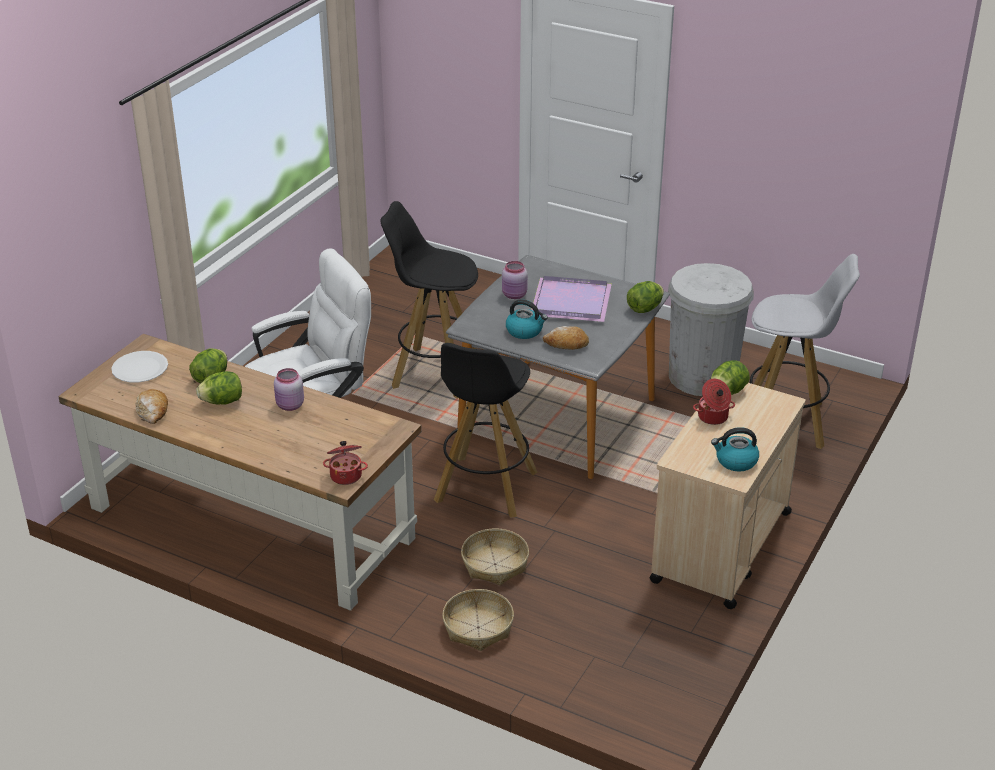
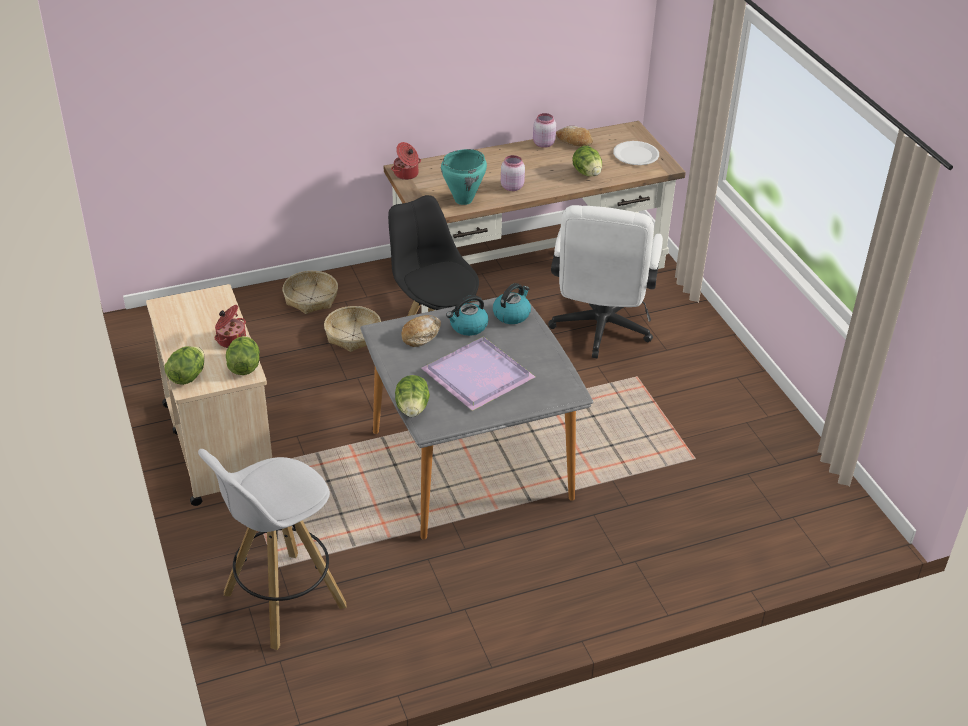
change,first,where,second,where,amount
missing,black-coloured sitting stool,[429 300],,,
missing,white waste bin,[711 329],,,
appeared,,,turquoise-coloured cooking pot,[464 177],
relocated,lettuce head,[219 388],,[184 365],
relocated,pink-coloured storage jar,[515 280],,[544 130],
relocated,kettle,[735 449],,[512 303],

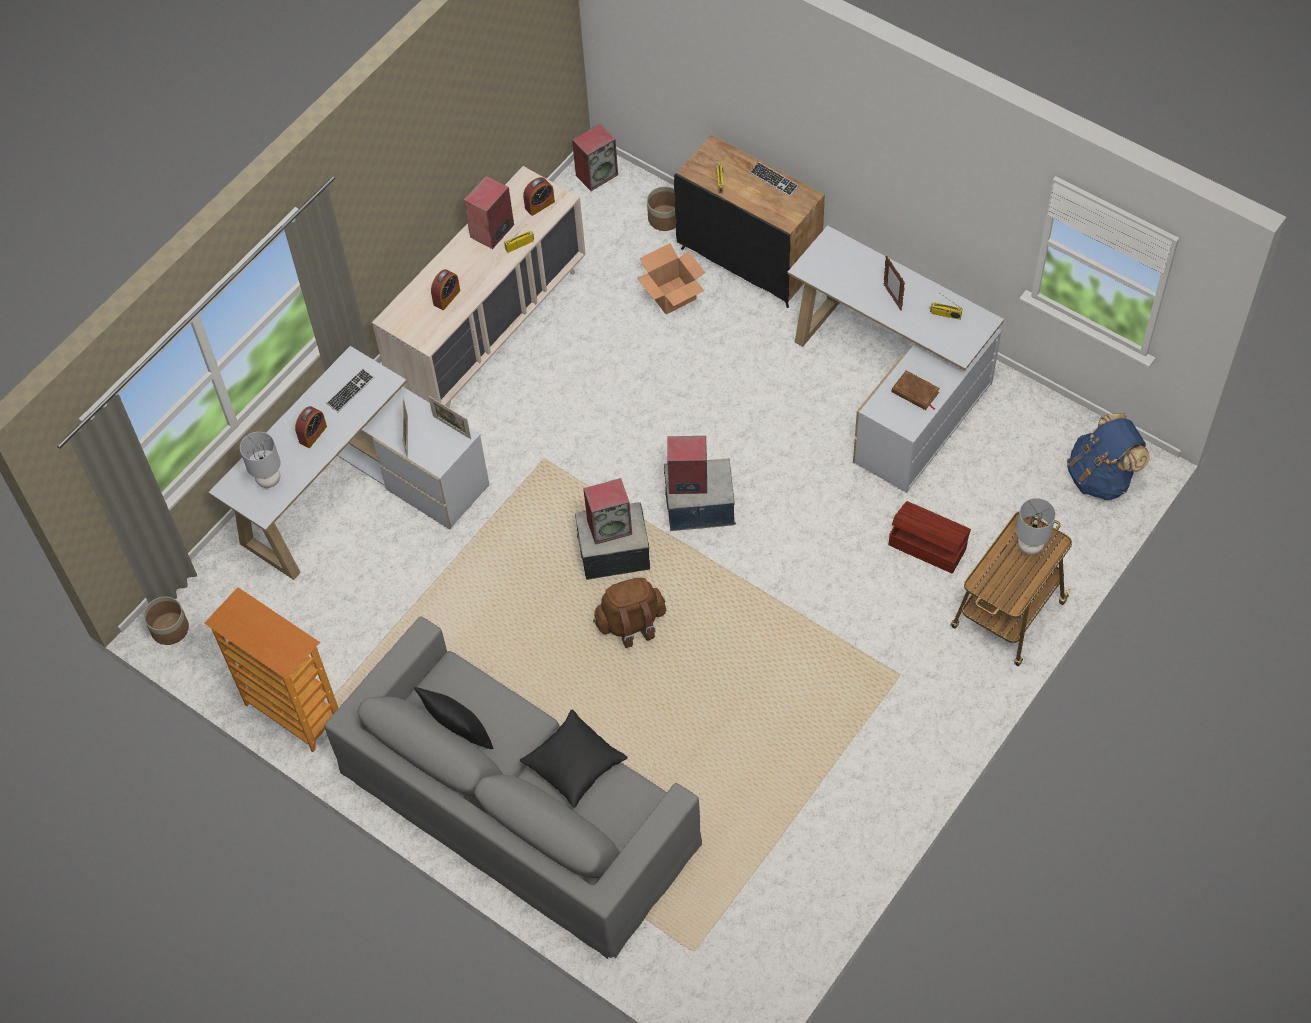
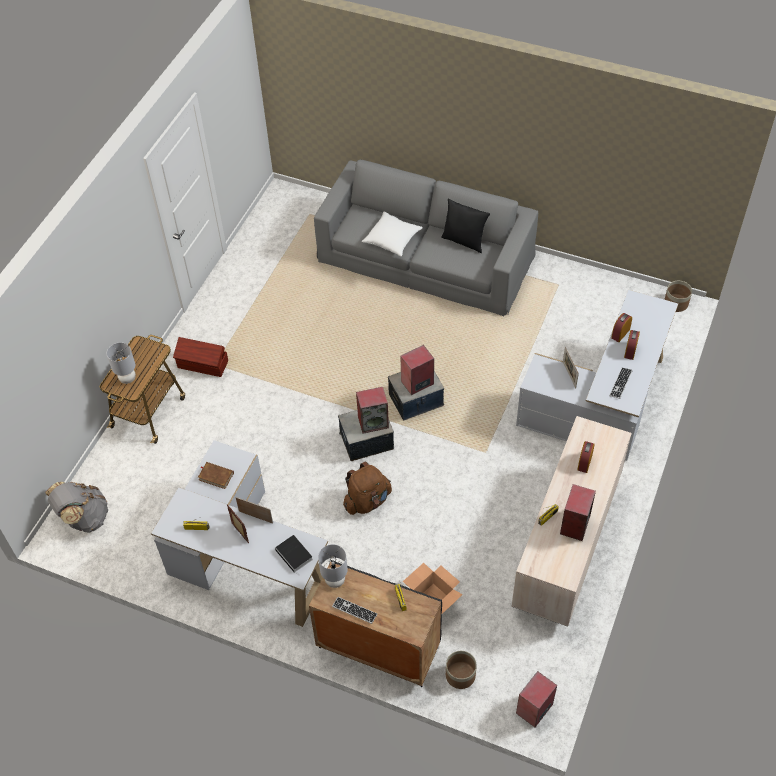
change,first,where,second,where,amount
missing,bookcase,[271 669],,,
appeared,,,book,[294 555],
relocated,greyish table lamp,[260 460],,[333 566],
relocated,picture frame,[450 417],,[254 510],
relocated,alarm clock,[539 196],,[621 327],
relocated,brown-coloured rucksack,[629 613],,[367 488],
relocated,brown-coloured storage container,[930 537],,[200 357],
colour,black-coloured throw pillow,[574 759],white throw pillow,[392 234],
colour,bluish rucksack,[1108 457],greyish rucksack,[76 507],

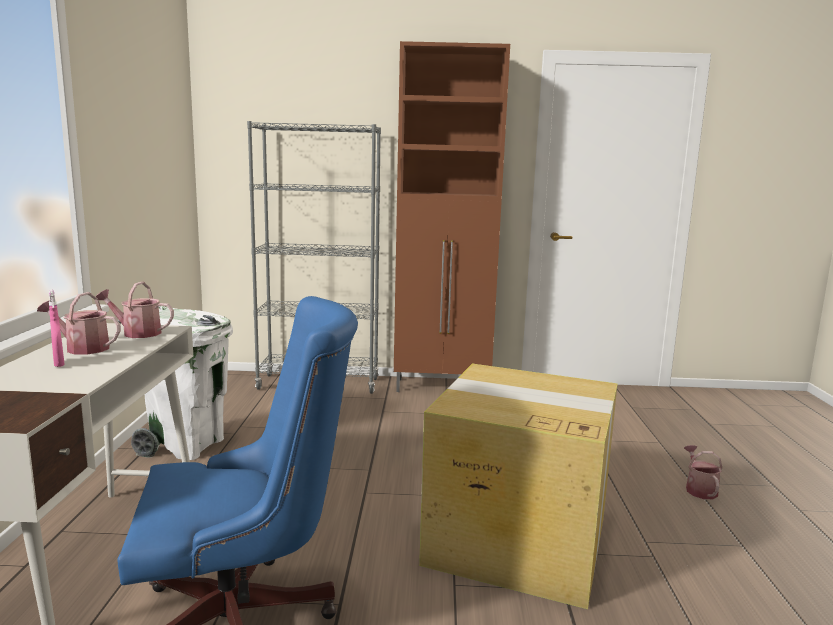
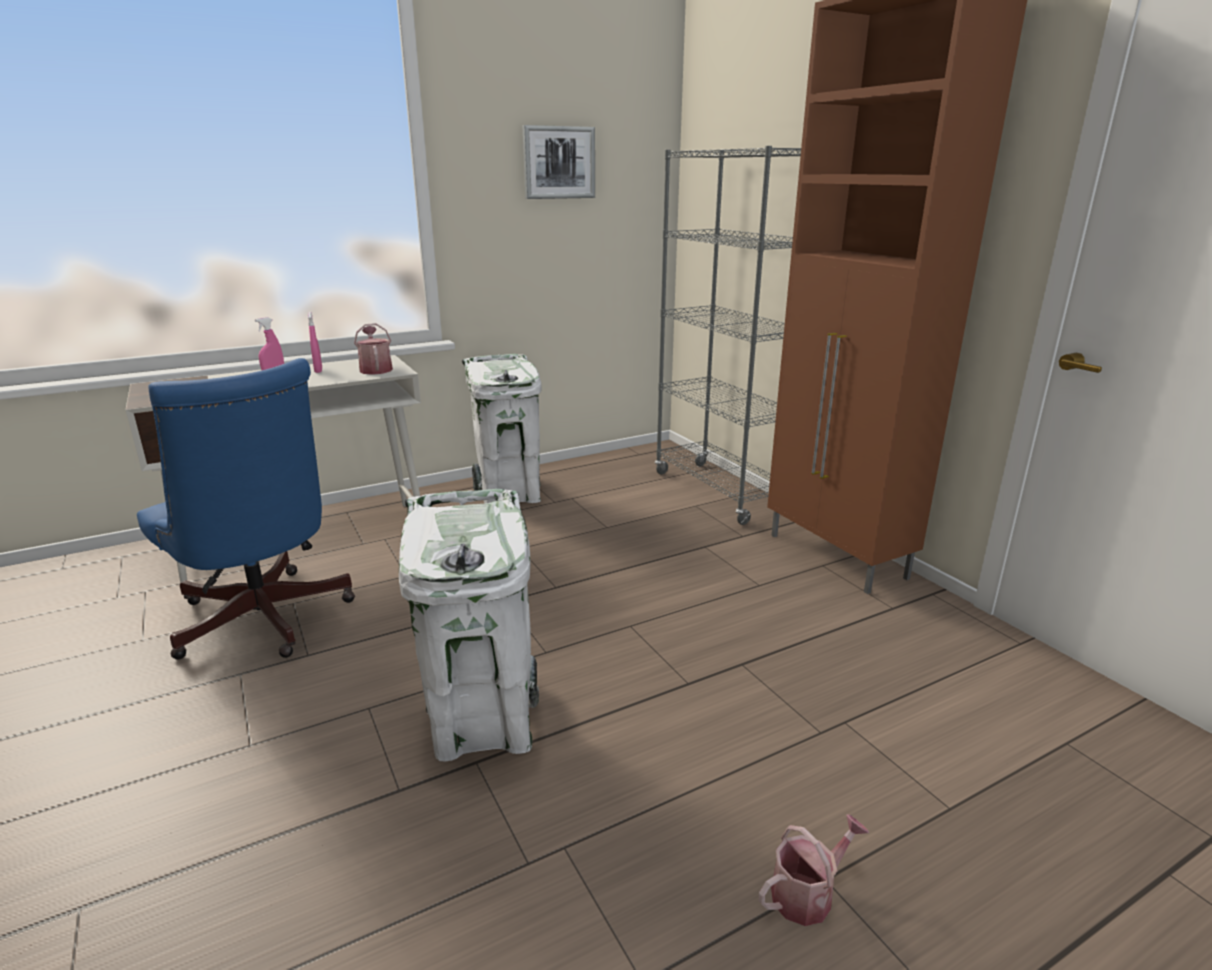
change,first,where,second,where,amount
appeared,,,picture,[559 162],
exchanged,sprinkling can,[79 323],pink-coloured hand sprayer,[315 342],
exchanged,cardboard box,[518 486],white waste bin,[469 625],

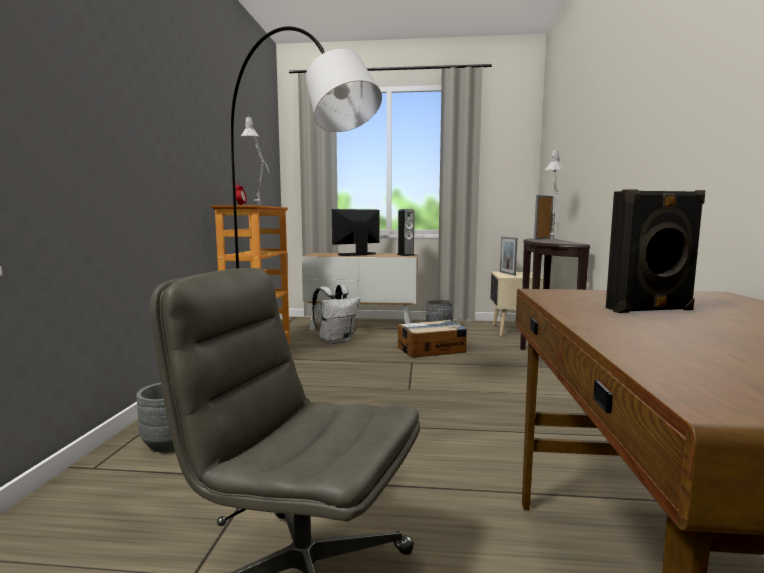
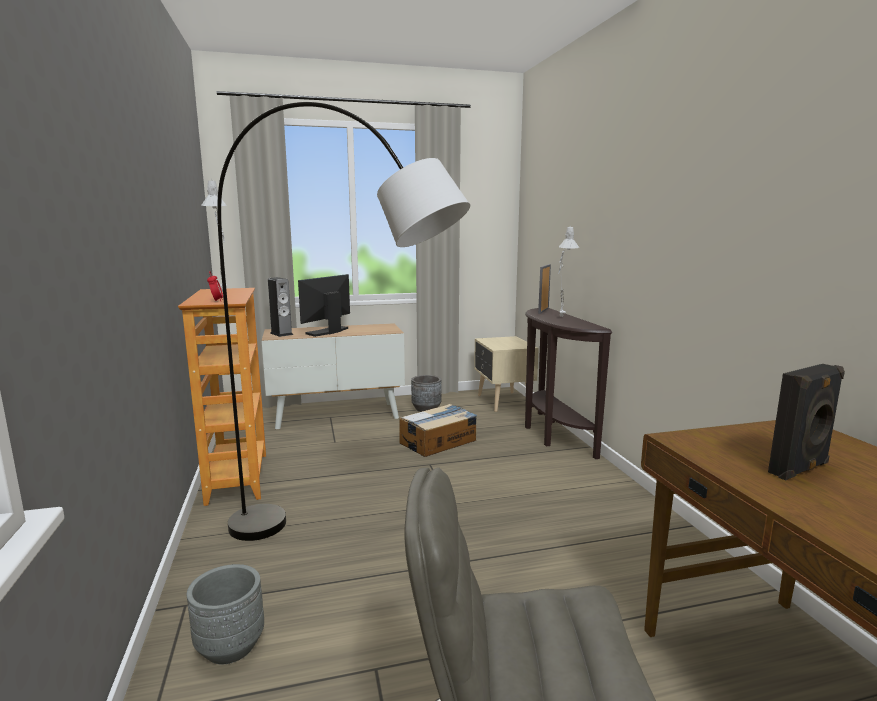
change,first,where,second,where,amount
missing,white rucksack,[336 314],,,
missing,picture frame,[508 256],,,
relocated,audio speaker,[406 232],,[280 307],

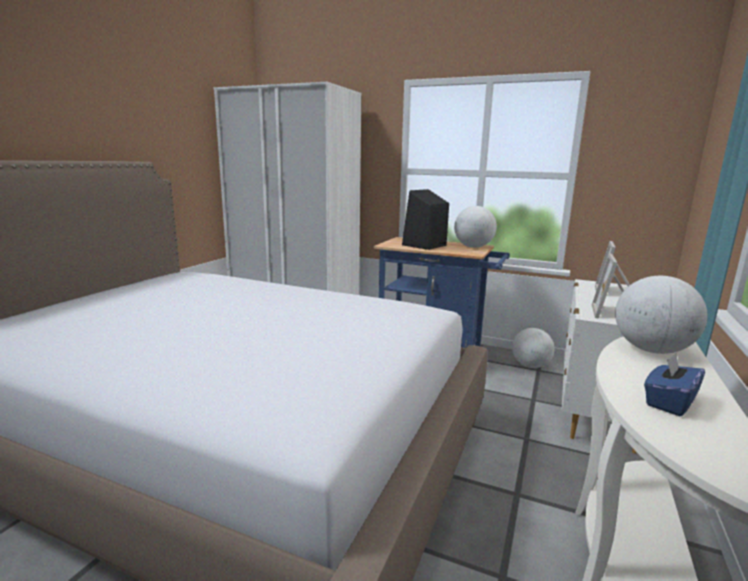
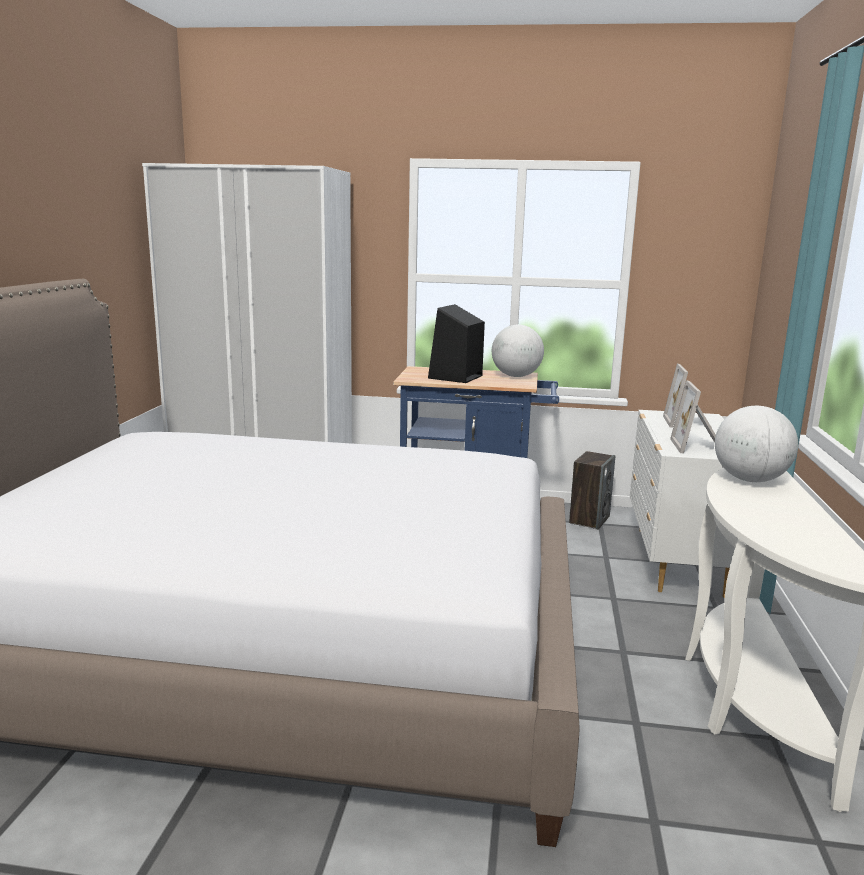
change,first,where,second,where,amount
missing,bluish tissue holder,[674 384],,,
exchanged,globe,[533 348],audio speaker,[592 490],

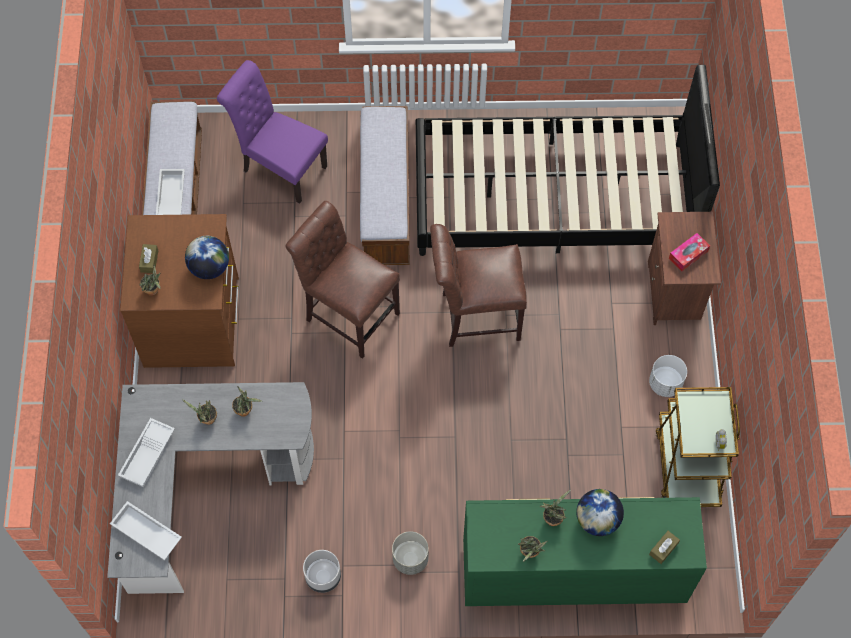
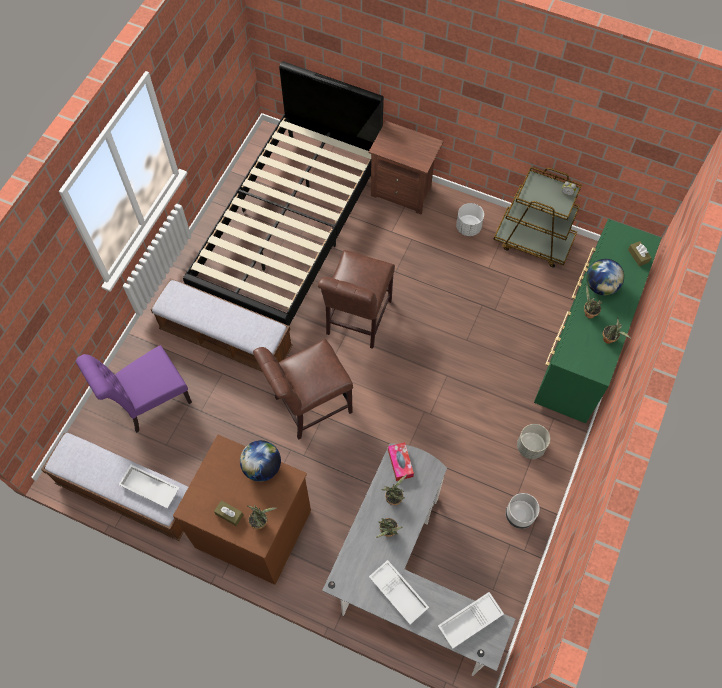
change,first,where,second,where,amount
relocated,tissue holder,[689 252],,[401 461],

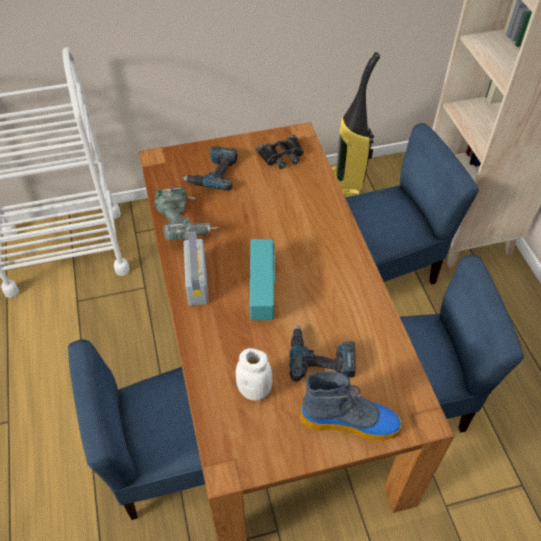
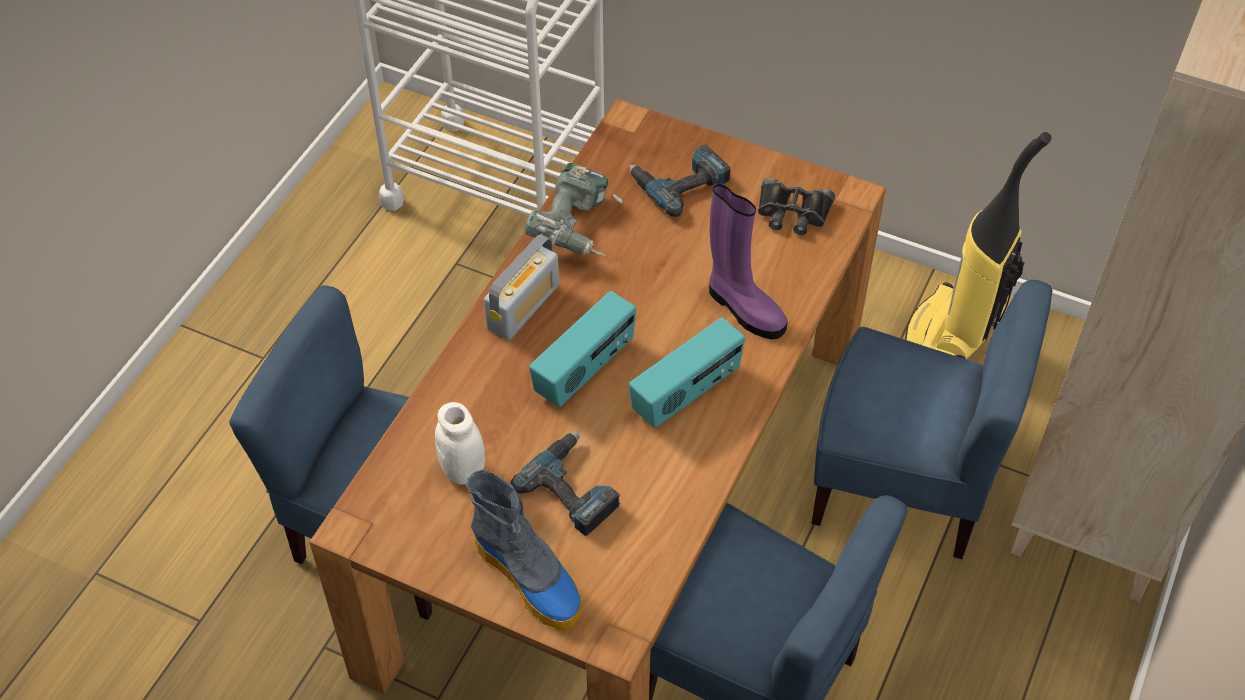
change,first,where,second,where,amount
appeared,,,radio,[687 372],
appeared,,,purple boot,[748 261],

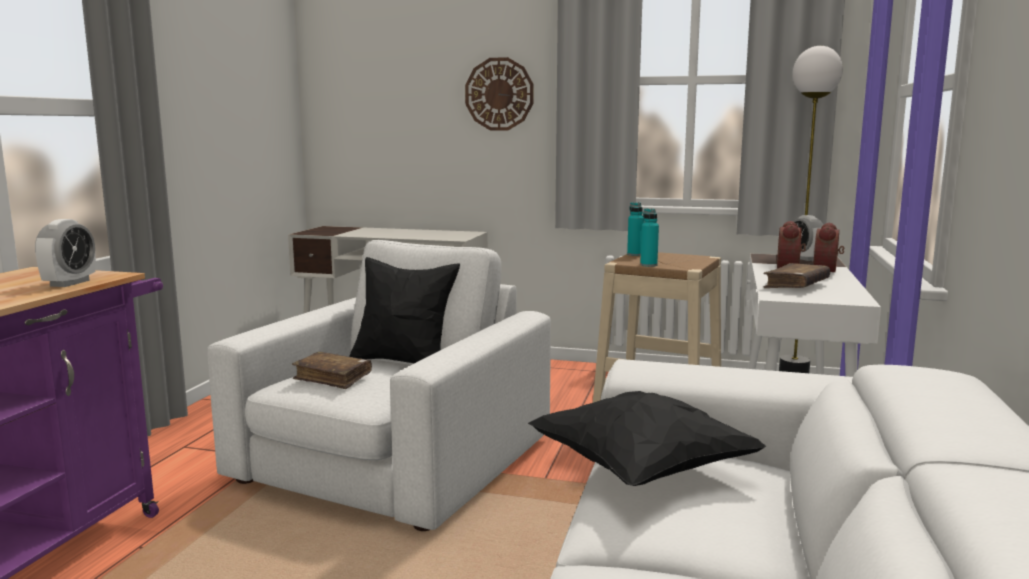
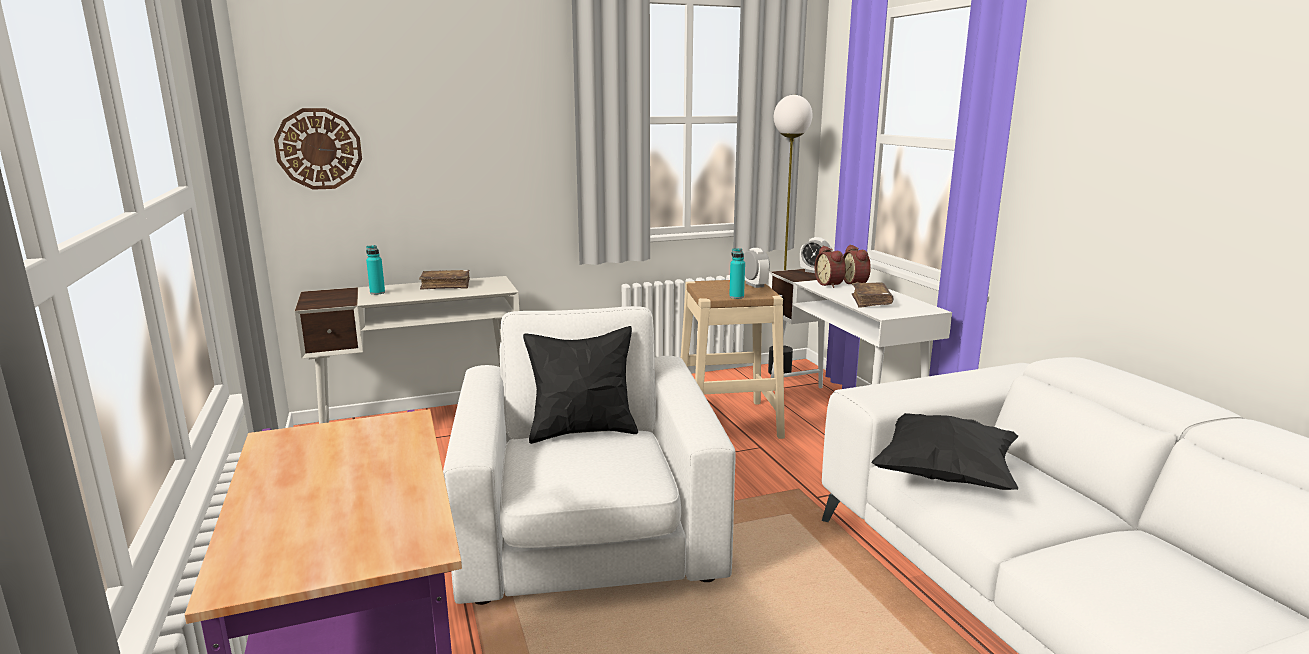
change,first,where,second,where,amount
relocated,alarm clock,[65 253],,[756 268],
relocated,brown-coloured book,[332 370],,[444 279],
relocated,hanging clock,[499 93],,[318 149],
relocated,turquoise-coloured drink bottle,[635 229],,[375 270],

